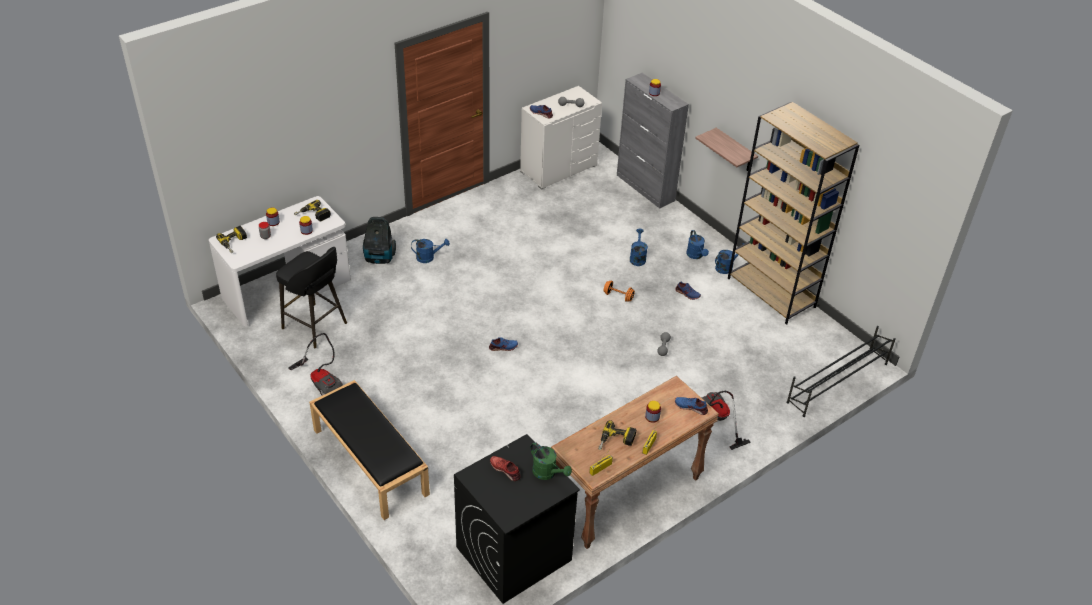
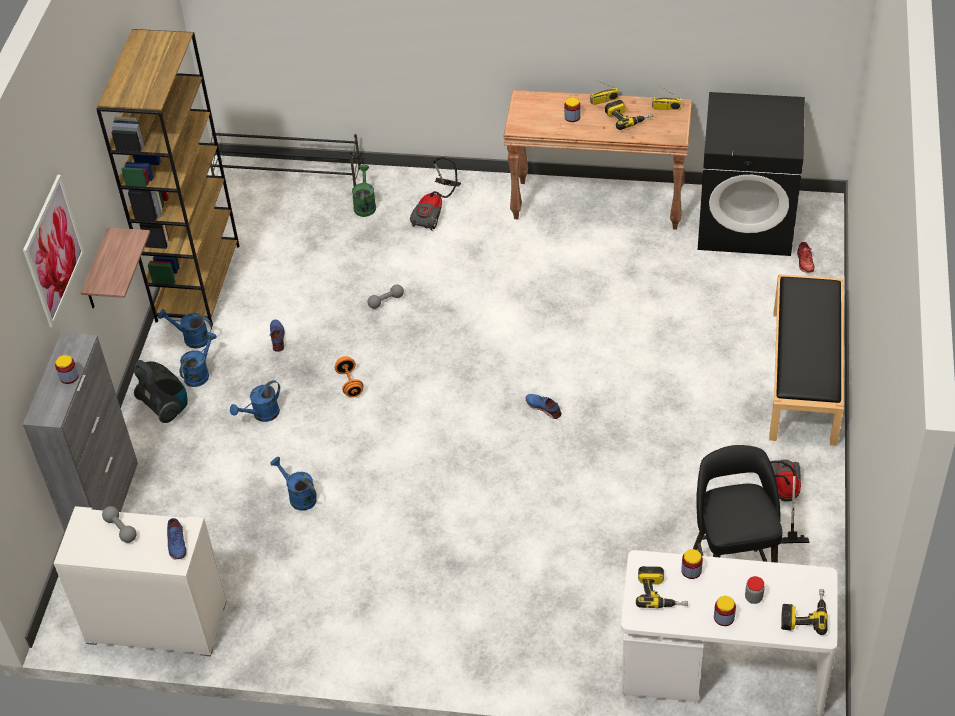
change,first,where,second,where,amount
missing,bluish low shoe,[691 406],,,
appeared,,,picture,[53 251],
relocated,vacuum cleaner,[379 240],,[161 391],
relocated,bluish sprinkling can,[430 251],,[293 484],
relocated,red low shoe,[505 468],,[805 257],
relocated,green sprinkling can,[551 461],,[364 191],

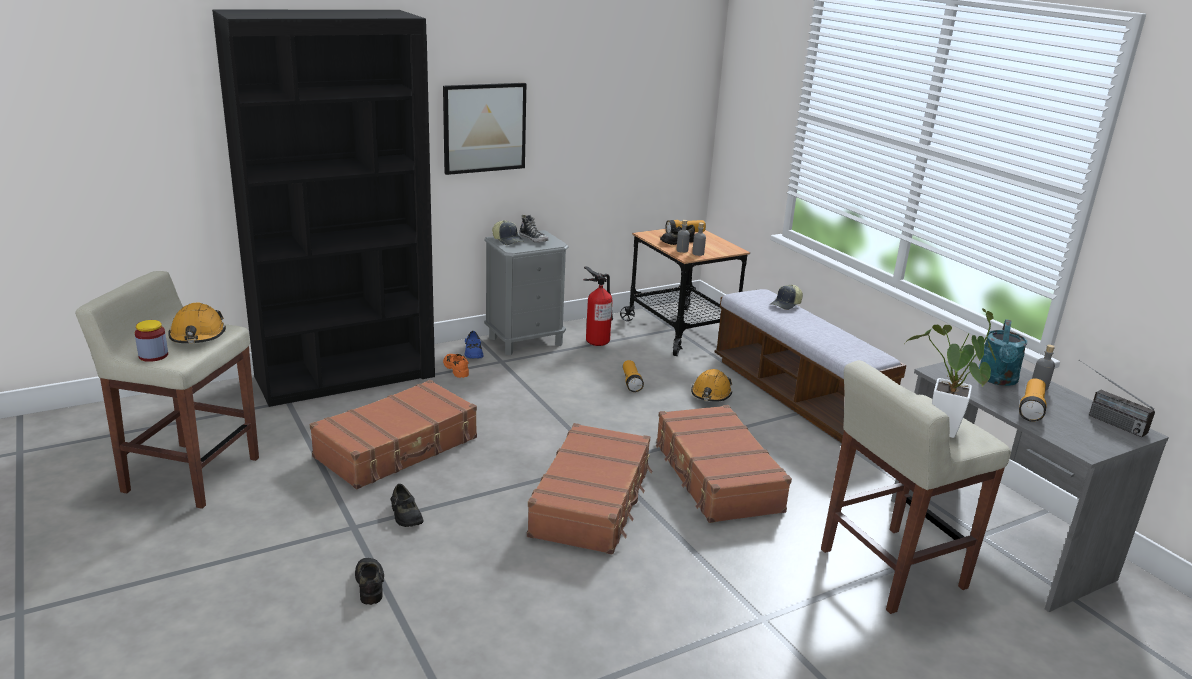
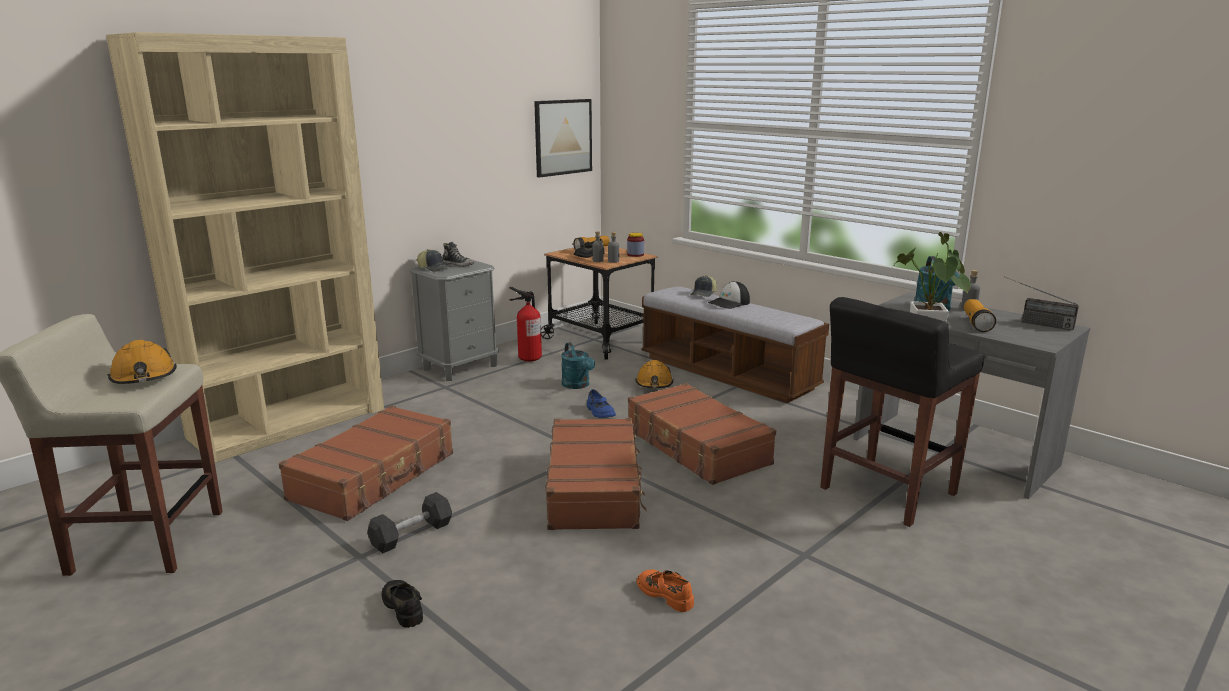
change,first,where,second,where,amount
appeared,,,baseball cap,[729 295],
relocated,storage jar,[151 341],,[635 245],
relocated,picture,[484 129],,[563 138],
relocated,orangey low shoe,[456 366],,[665 590],
relocated,bluish low shoe,[474 345],,[601 403],
exchanged,black-coloured low shoe,[407 505],black-coloured dumbbell,[409 522],
exchanged,flashlight,[633 376],turquoise-coloured sprinkling can,[578 365],
colour,black-coloured bookcase,[323 208],sand-coloured bookcase,[245 247],
colour,sand-coloured sitting stool,[916 487],black-coloured sitting stool,[902 412],

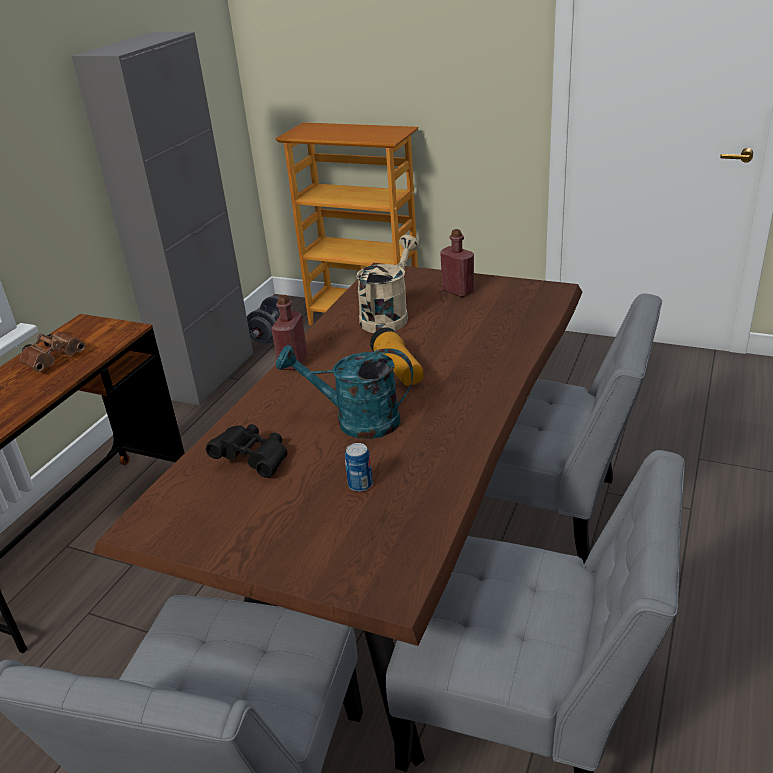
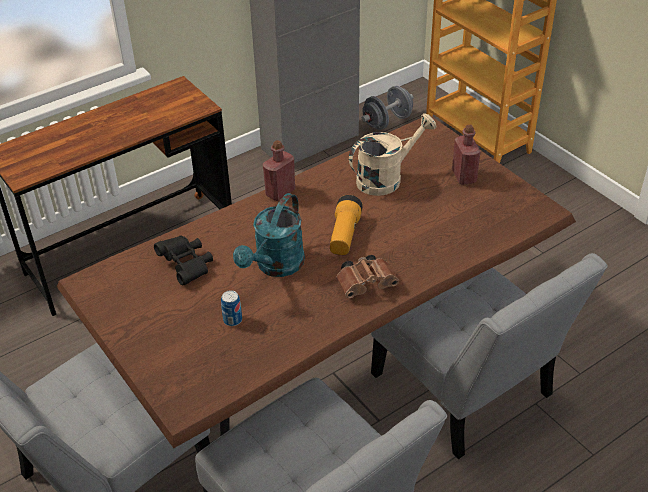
change,first,where,second,where,amount
relocated,brown-coloured binoculars,[52 352],,[368 276],
spun,turquoise-coloured sprinkling can,[344 392],,[269 235],105 degrees counterclockwise

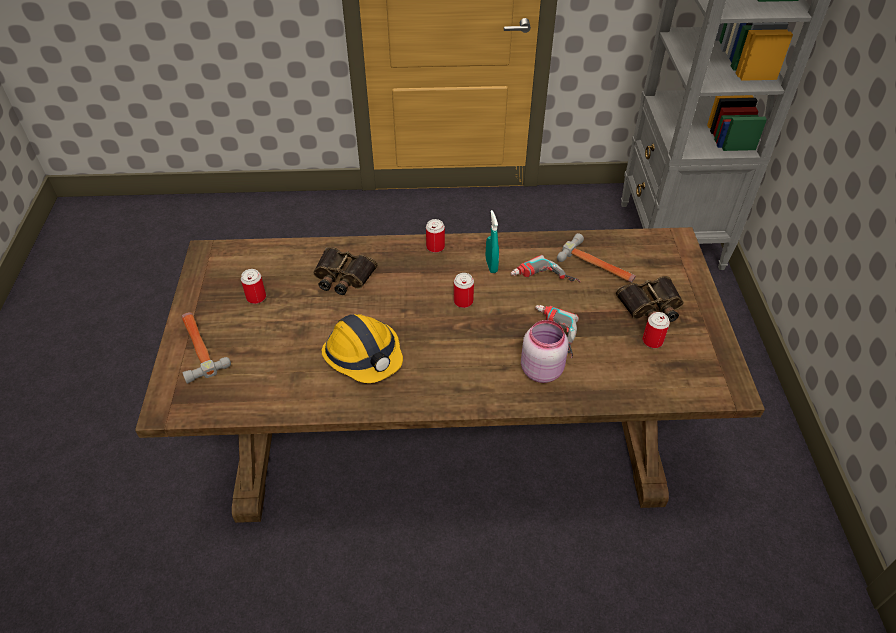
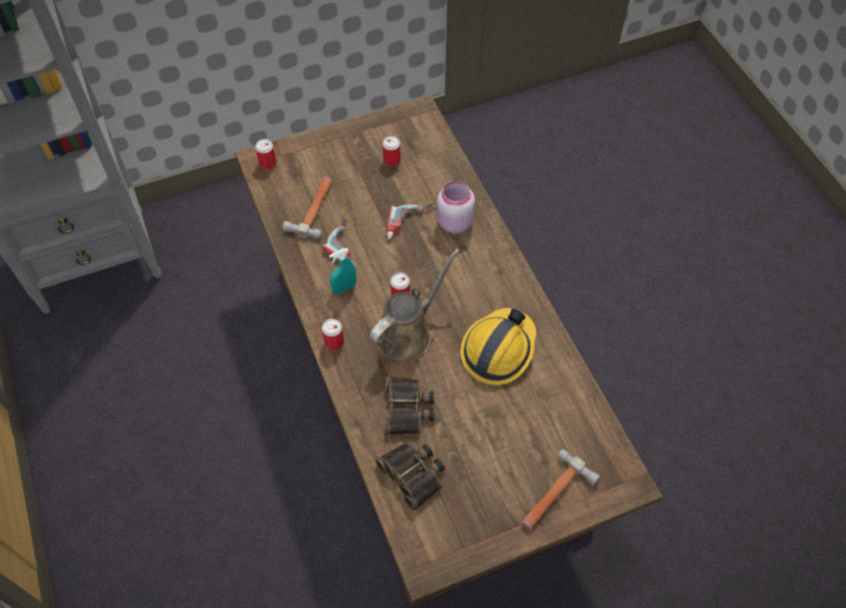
change,first,where,second,where,amount
appeared,,,brown-coloured sprinkling can,[415 305],
relocated,can,[253 286],,[265 154],
relocated,binoculars,[650 299],,[410 476],

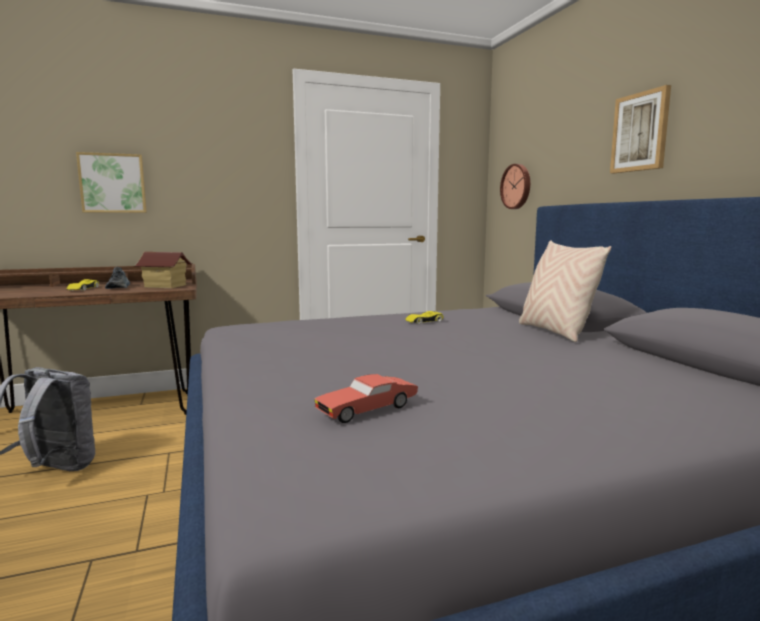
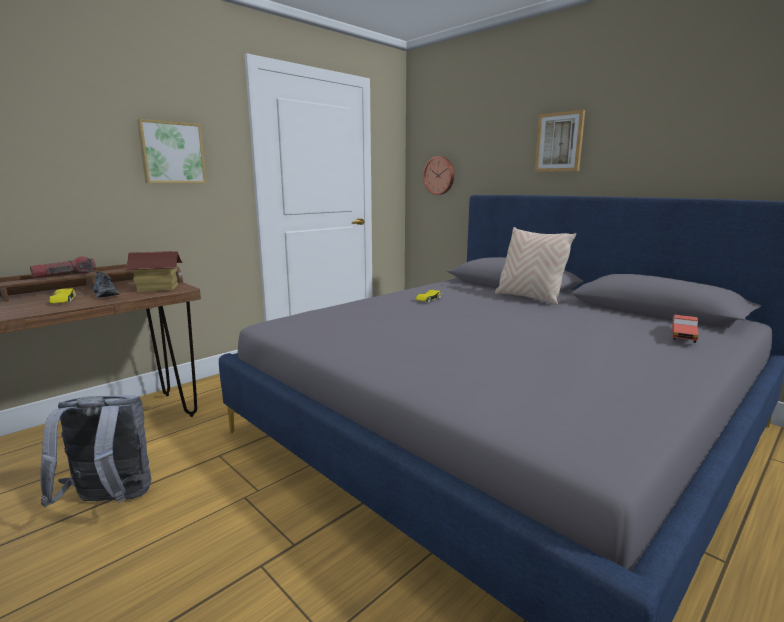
change,first,where,second,where,amount
appeared,,,flashlight,[63 267],
relocated,picture,[111 182],,[171 151],
relocated,red miniature car,[366 398],,[685 329],

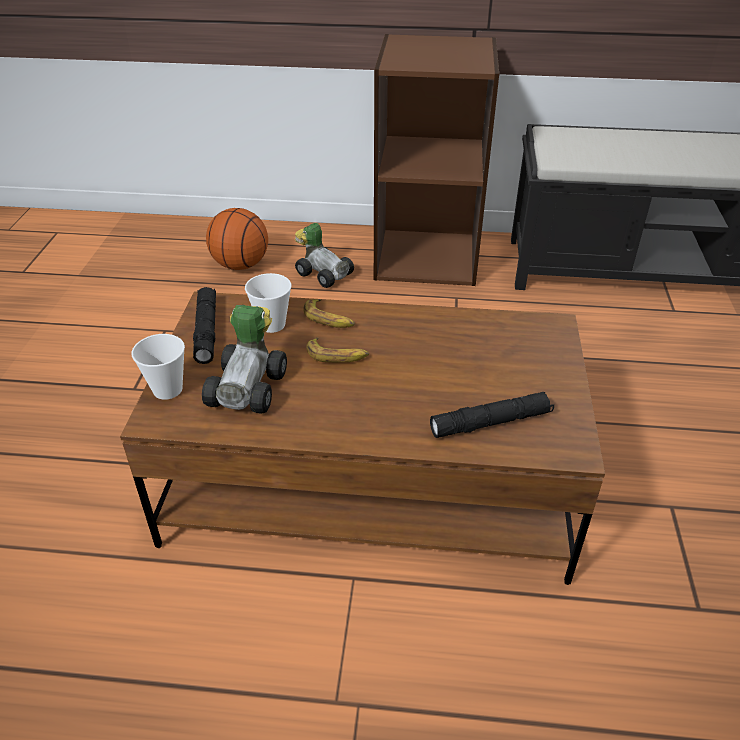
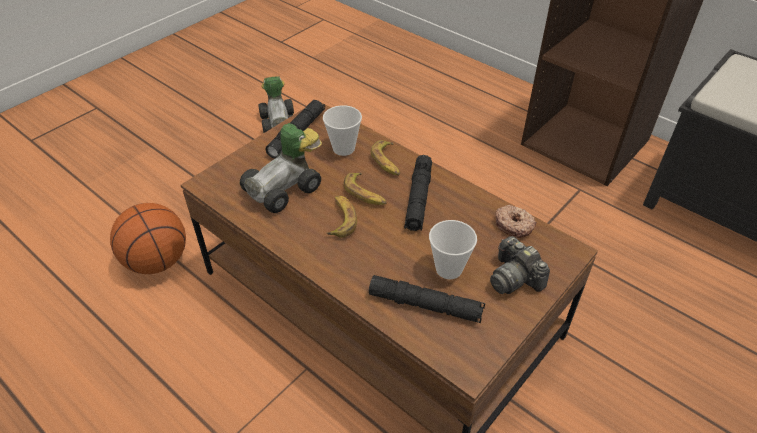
change,first,where,second,where,amount
appeared,,,banana fruit,[341 217],
appeared,,,black-coloured flashlight,[418 193],
appeared,,,photo camera,[520 265],
appeared,,,doughnut,[516 221],
relocated,drinking cup,[158 367],,[453 249],
relocated,basketball,[237 239],,[148 238],
relocated,miniature car,[324 255],,[276 104],

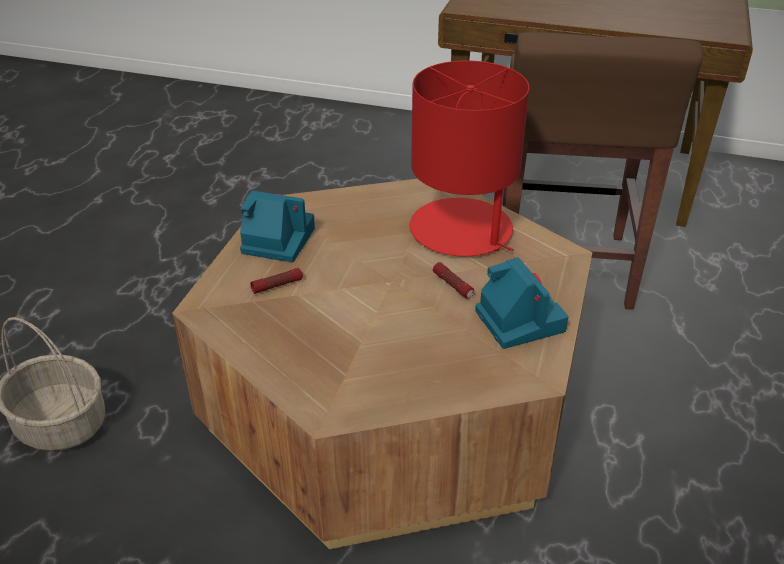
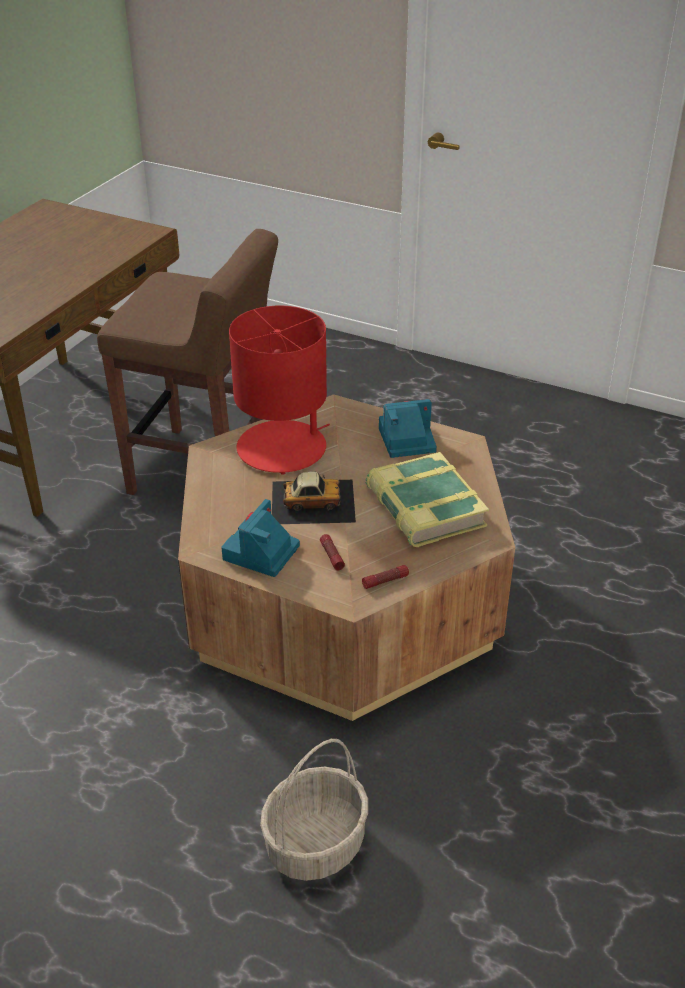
change,first,where,second,where,amount
appeared,,,miniature car,[314 497],
appeared,,,book,[427 499],
relocated,flashlight,[453 280],,[385 577],

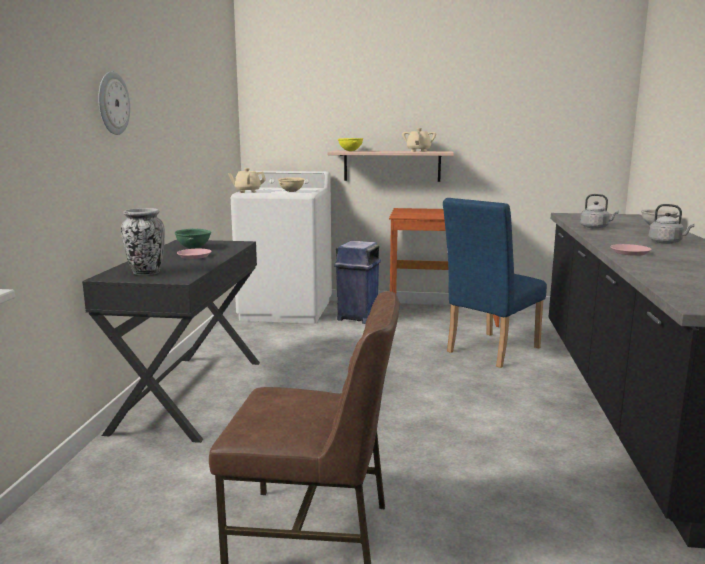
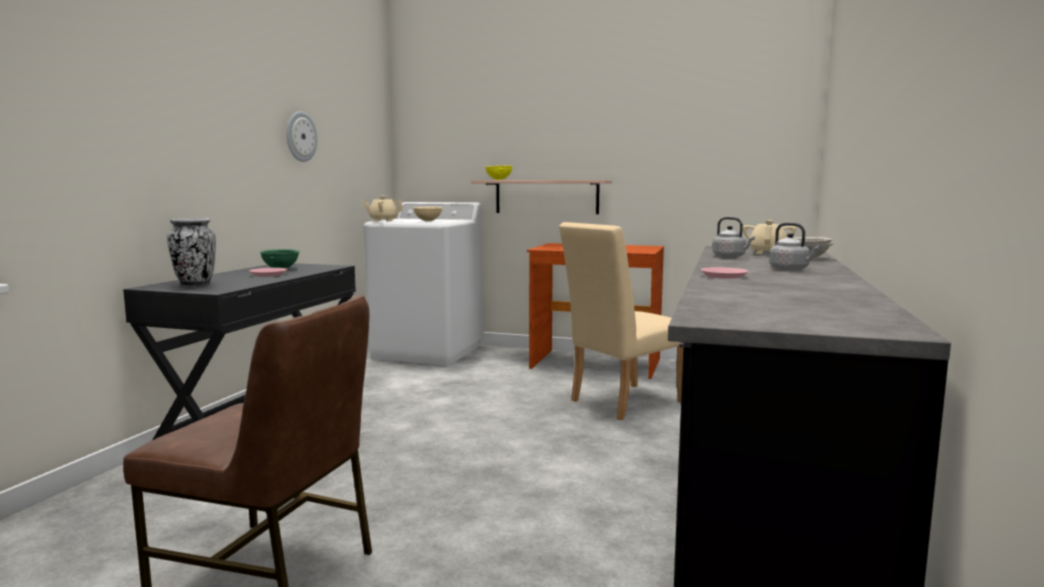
change,first,where,second,where,amount
missing,bluish waste bin,[357 282],,,
relocated,hanging clock,[114 103],,[302 136],
relocated,sand-coloured pot for tea,[419 140],,[769 237],
colour,bluish chair,[495 283],sand-coloured chair,[622 321],

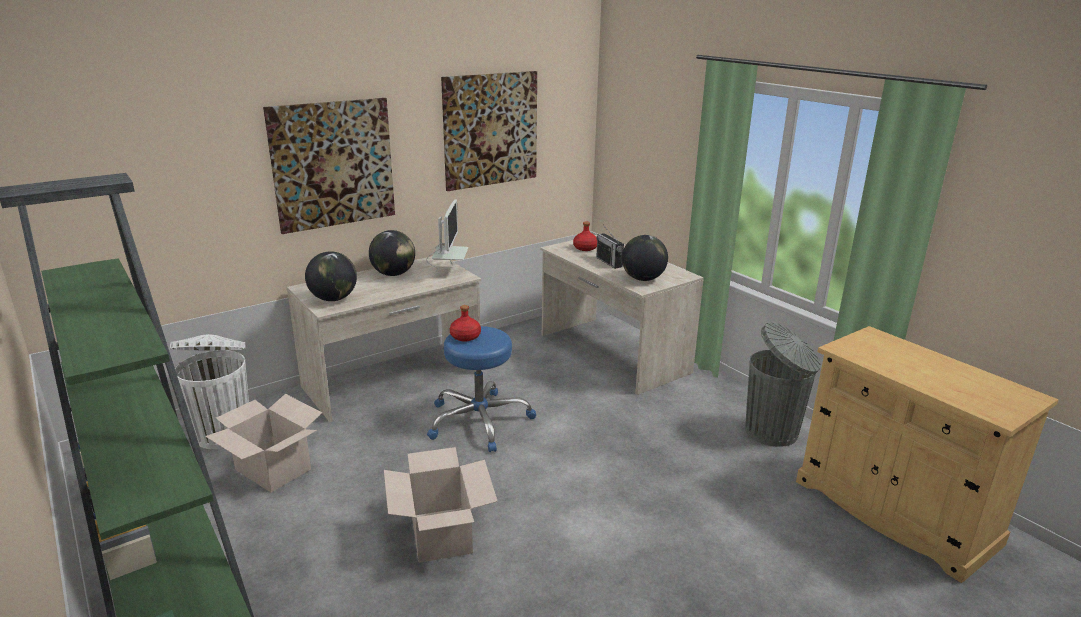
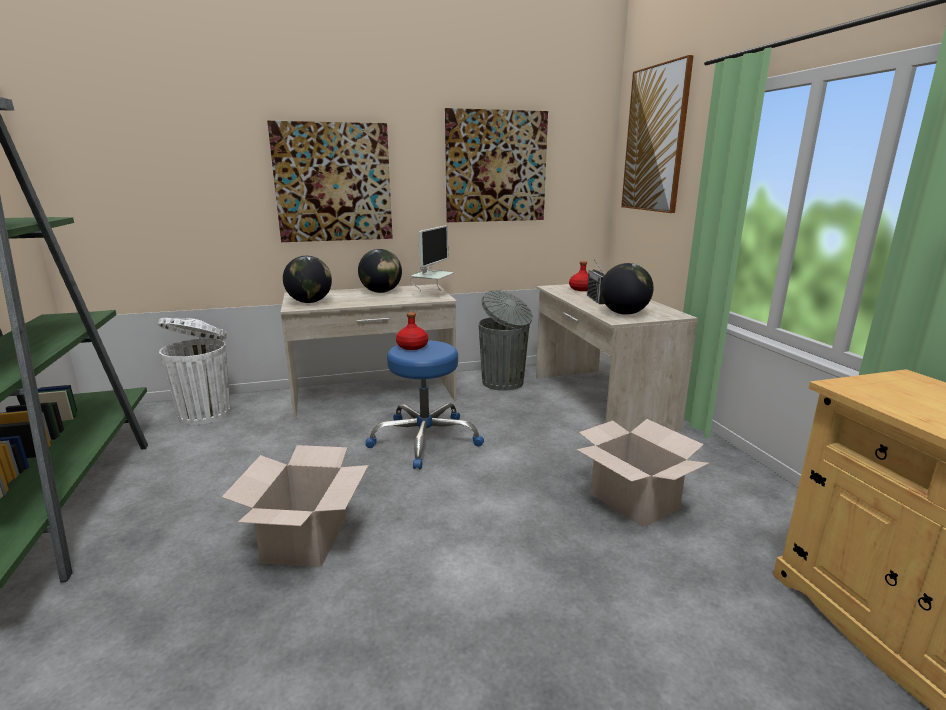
change,first,where,second,where,amount
appeared,,,picture,[657 134],
relocated,cardboard box,[263 443],,[642 473],
relocated,greyish waste bin,[783 384],,[505 340],

